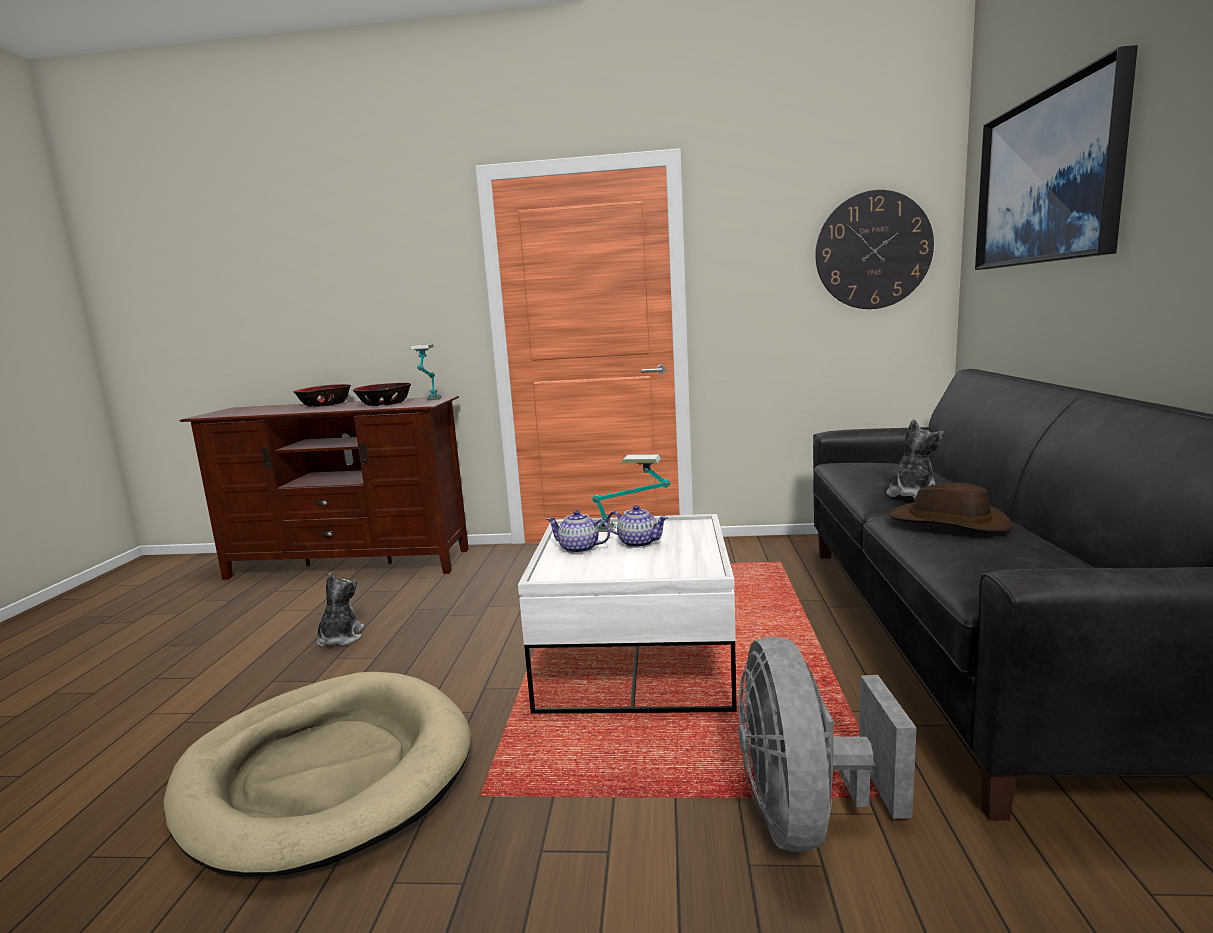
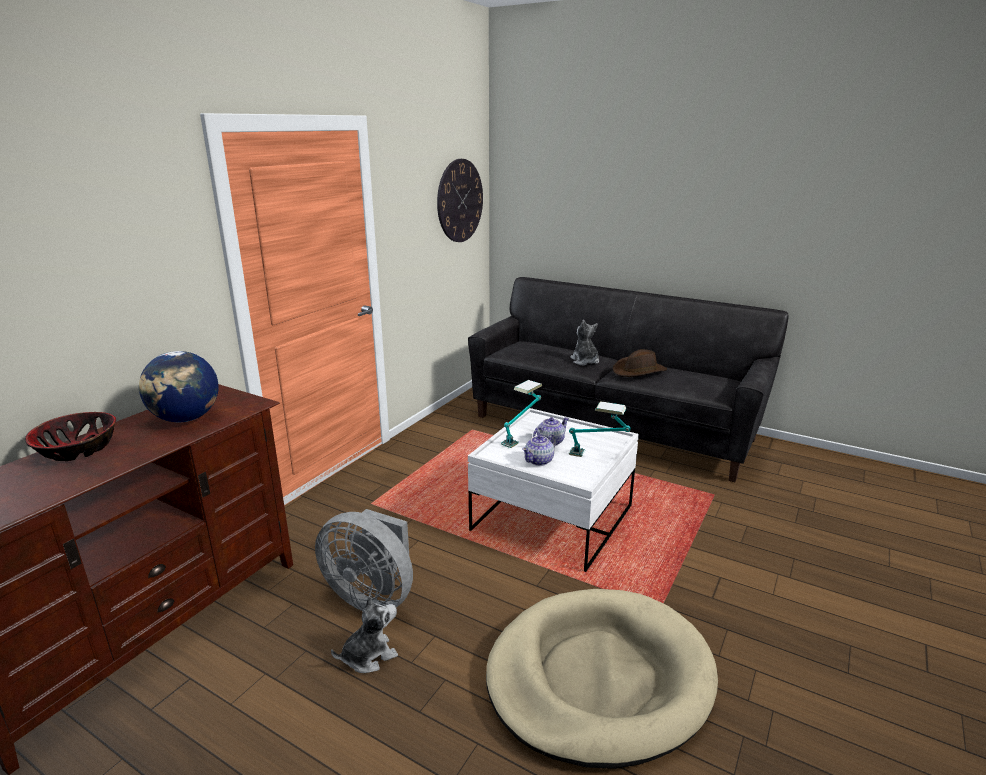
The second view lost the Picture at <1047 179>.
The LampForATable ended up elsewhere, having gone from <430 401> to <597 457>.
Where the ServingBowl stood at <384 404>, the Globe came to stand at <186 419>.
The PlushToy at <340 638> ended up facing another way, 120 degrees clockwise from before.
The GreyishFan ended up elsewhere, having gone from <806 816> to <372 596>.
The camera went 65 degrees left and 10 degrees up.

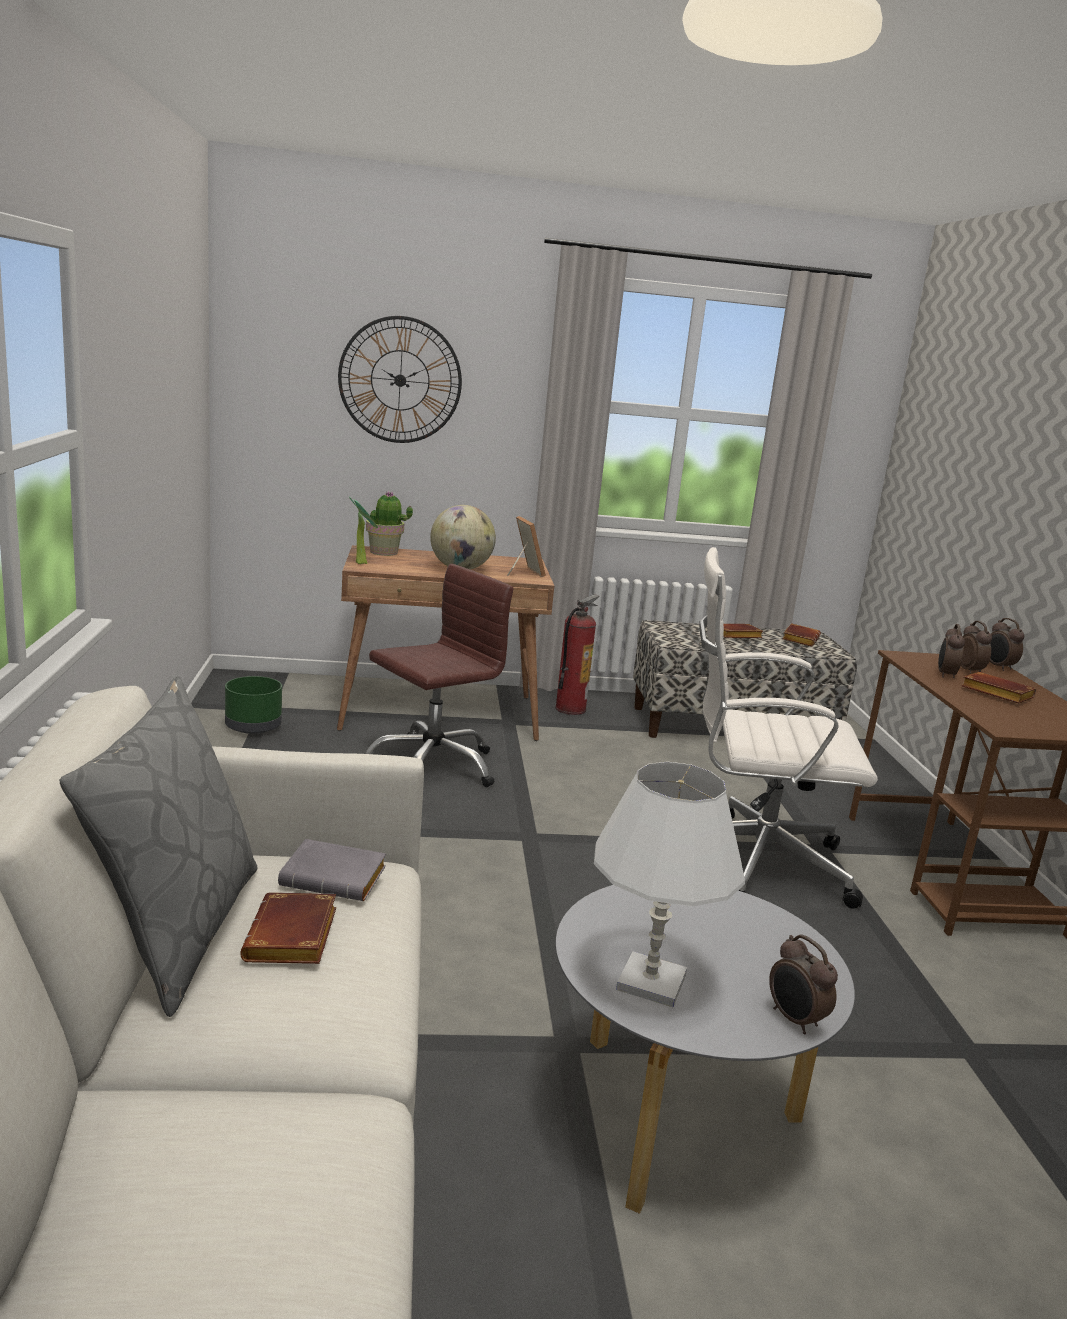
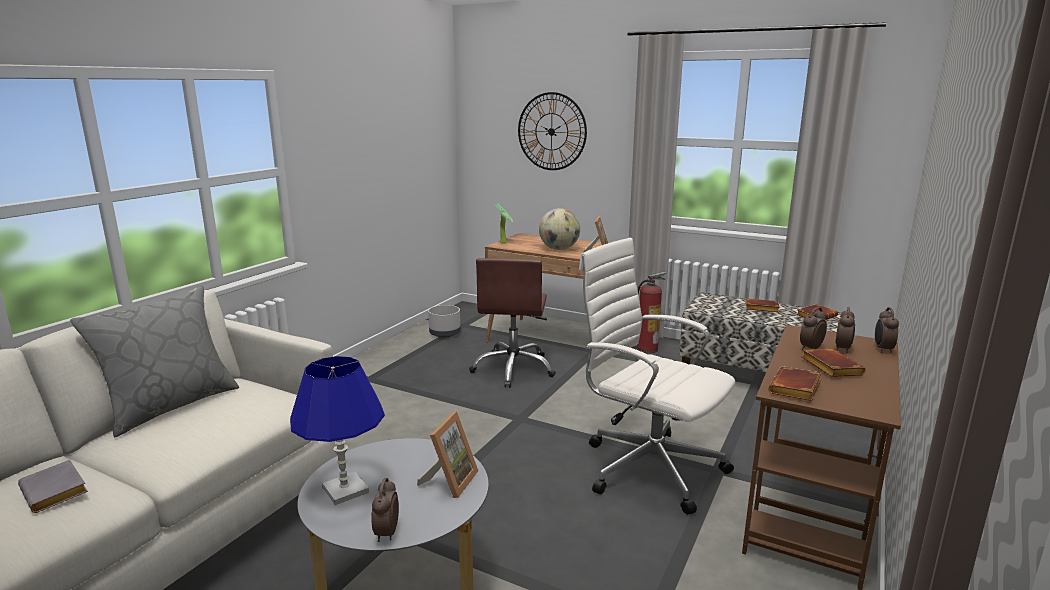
The second view lost the PottedPlant at <384 552>.
The BrownishComputerChair at <431 765> ended up facing another way, 105 degrees clockwise from before.
What was the GreenPlanter at <254 727> turned into the GreyishPlanter at <445 334>.
What was the WhitishLampForATable at <650 982> turned into the BlueColouredLampForATable at <345 490>.
The GreyishVolume ended up elsewhere, having gone from <336 878> to <57 492>.
The BrownishVolume ended up elsewhere, having gone from <293 939> to <796 389>.
The second view gained the PictureFrame at <450 481>.
The camera went 35 degrees right and 0 degrees up.

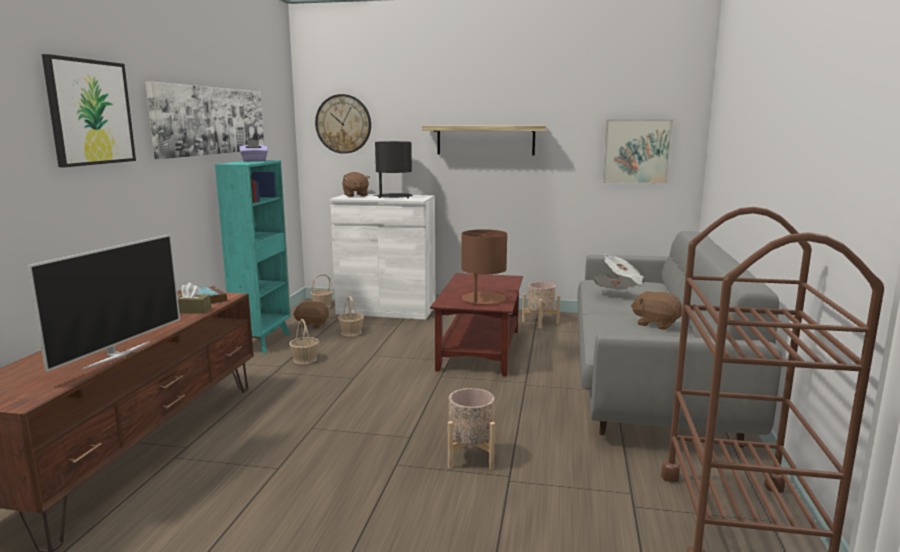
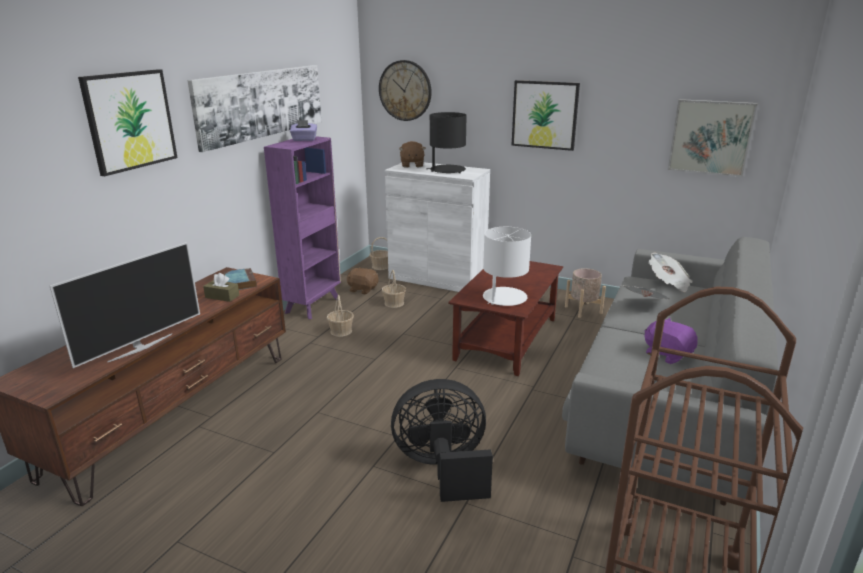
Where the WallShelf hung at <485 140>, the Picture came to hang at <544 115>.
What was the TurquoiseBookshelf at <263 341> turned into the PurplishBookshelf at <314 305>.
What was the BrownishLampForATable at <483 300> turned into the WhitishLampForATable at <504 298>.
What was the BrownishPlushToy at <656 324> turned into the PurplishPlushToy at <667 354>.
Where the BeigeColouredPlanter stood at <471 456>, the BlackishFan came to stand at <443 468>.
The camera went 15 degrees right and 10 degrees up.

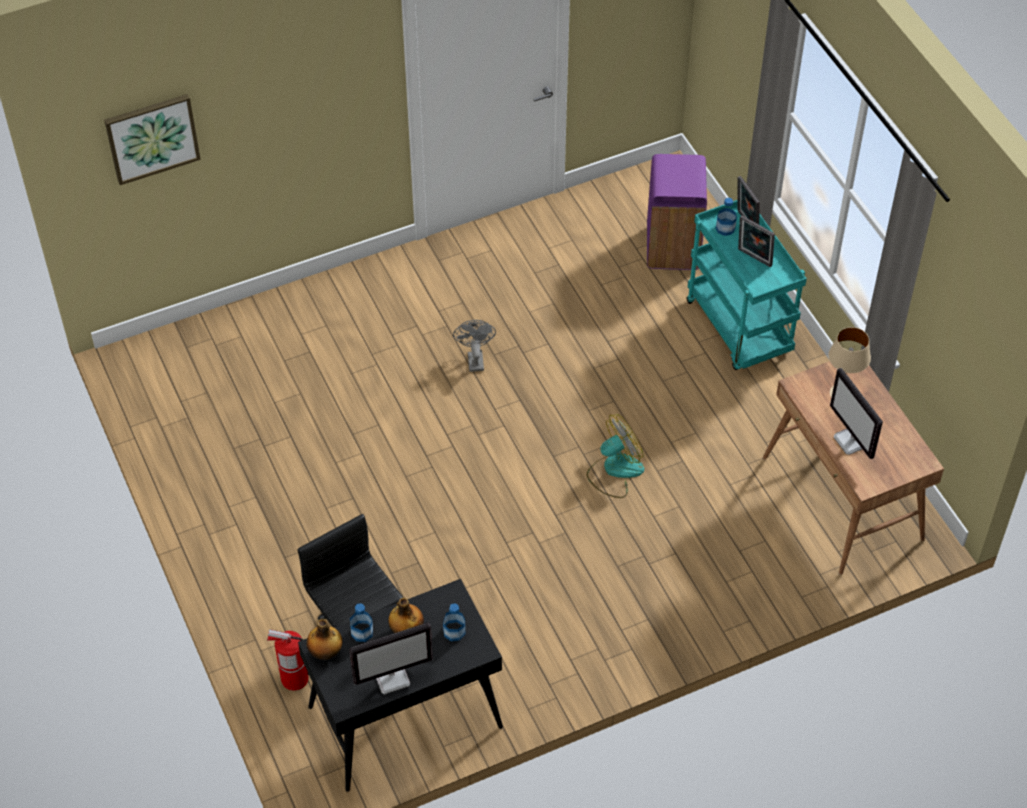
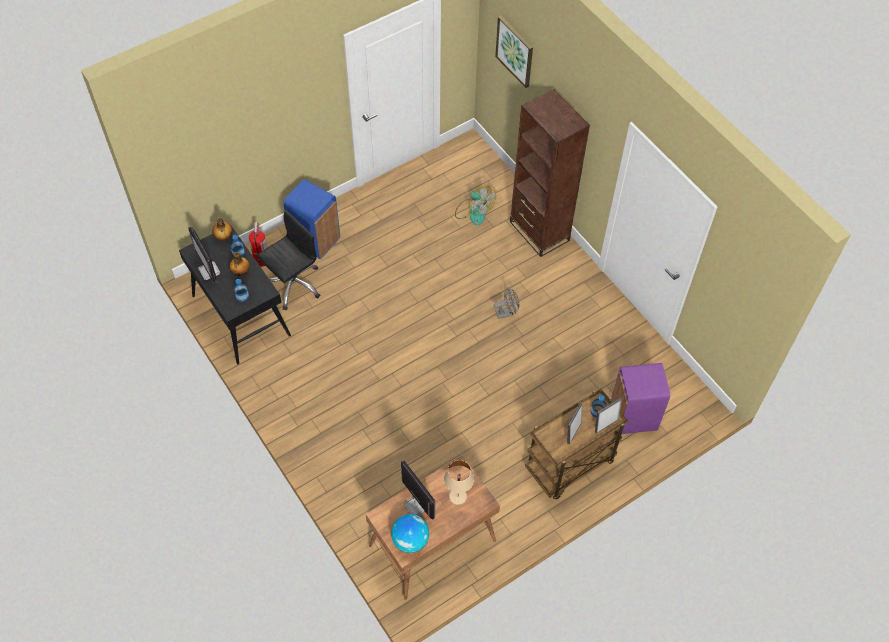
What was the TurquoiseCart at <740 328> turned into the BrownishCart at <569 467>.
The ComputerScreen at <852 441> ended up facing another way, 90 degrees clockwise from before.
The Fan ended up elsewhere, having gone from <614 470> to <473 211>.
The second view gained the BrownishBookshelf at <539 231>.
The second view gained the BlueColouredRubbishBin at <315 241>.
The second view gained the Globe at <410 540>.
The camera went 80 degrees right and 5 degrees up.

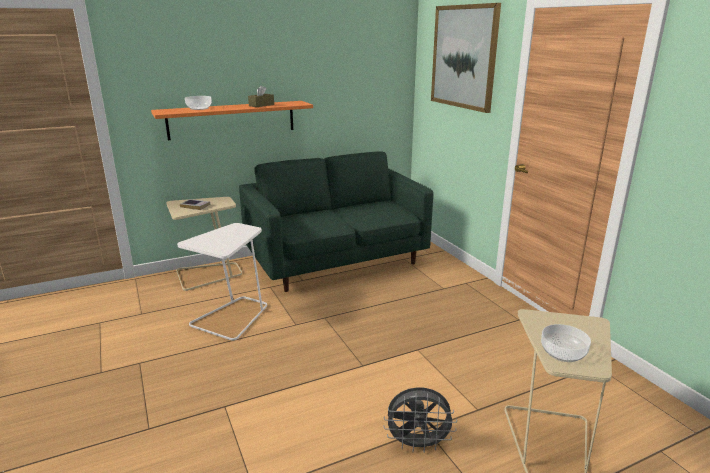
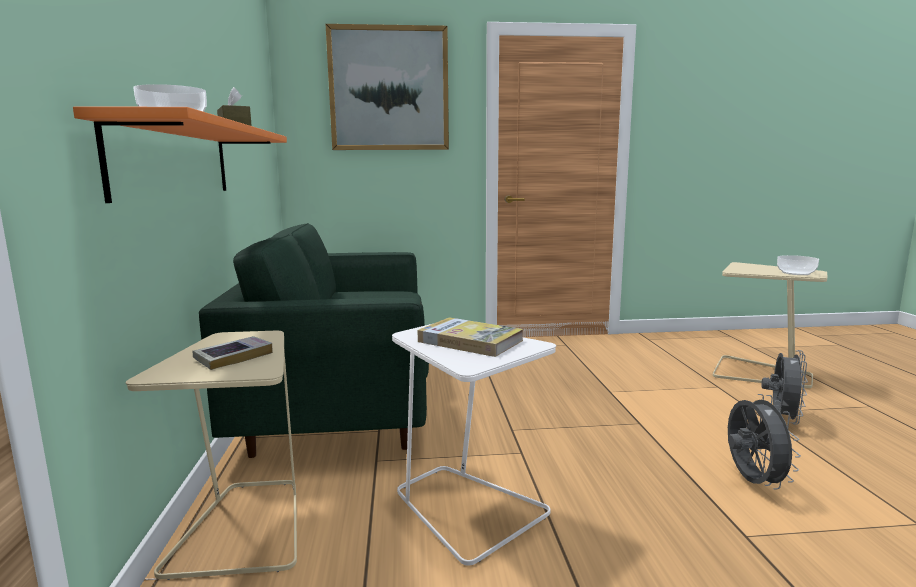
The second view gained the Volume at <470 341>.
The second view gained the GreyishFan at <751 482>.
The camera went 70 degrees left and 10 degrees down.

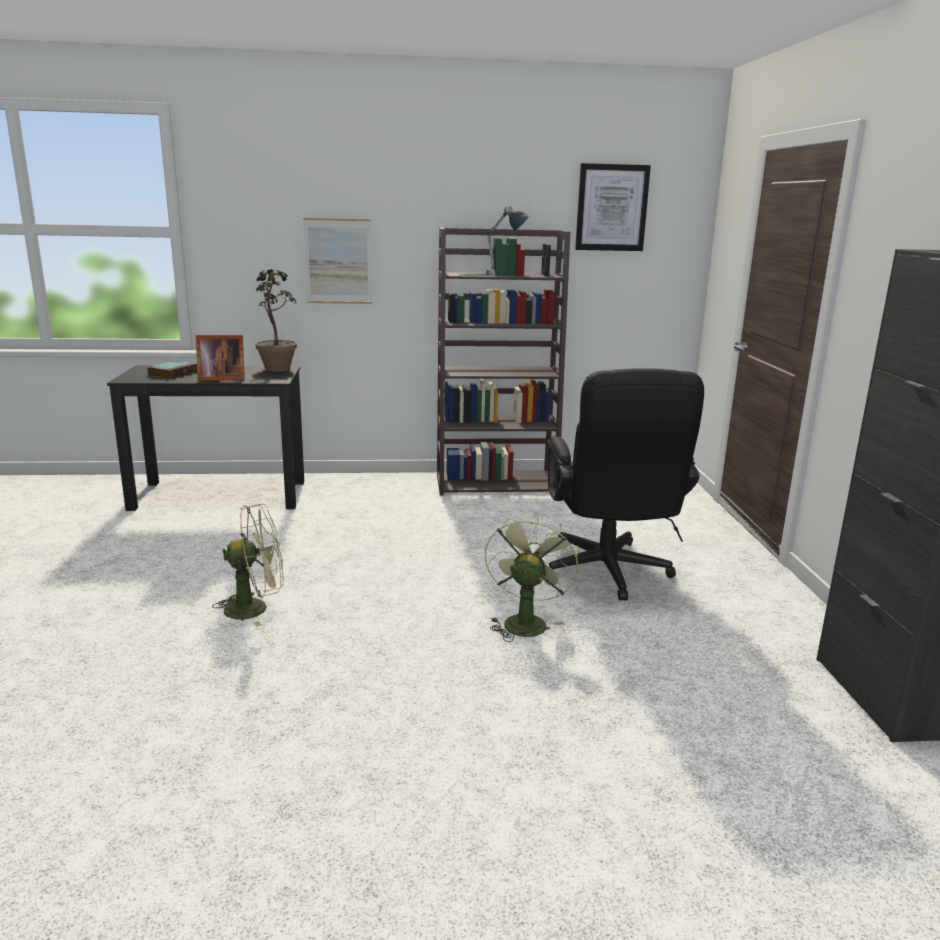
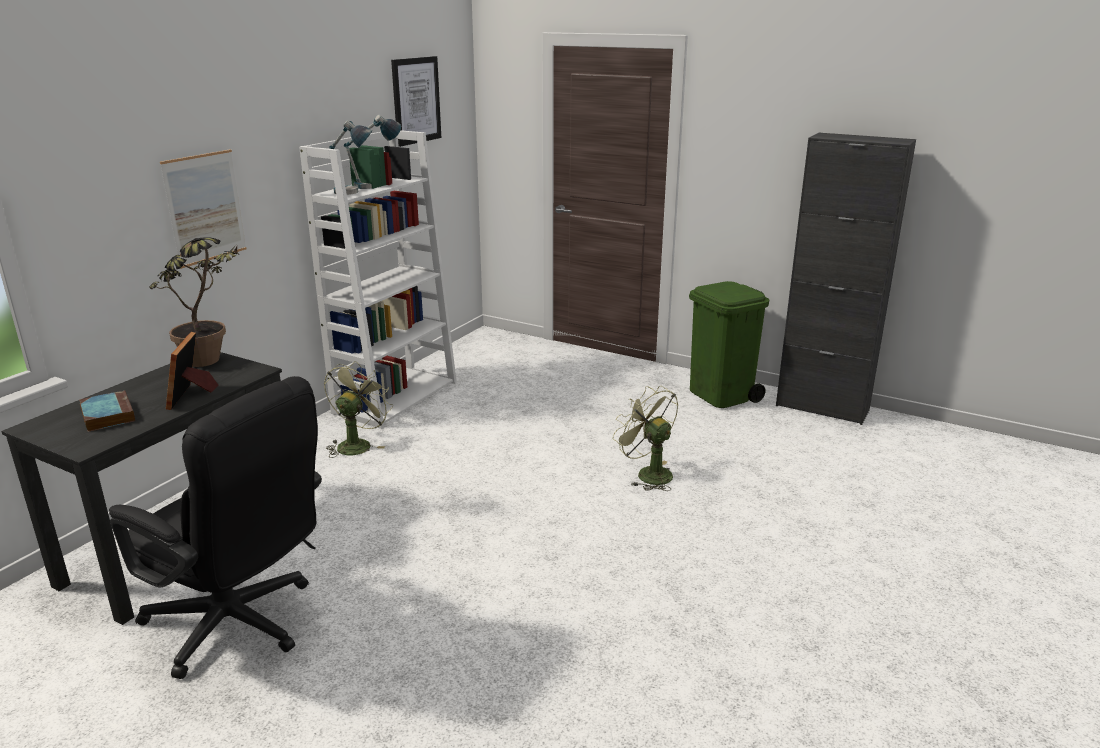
What was the BrownishBookshelf at <497 483> turned into the WhitishBookshelf at <396 396>.
The PictureFrame at <220 378> ended up facing another way, 150 degrees clockwise from before.
The BlackishComputerChair ended up elsewhere, having gone from <608 574> to <240 626>.
The GreenFan ended up elsewhere, having gone from <256 608> to <357 444>.
The second view gained the LampForATable at <354 193>.
The second view gained the GreenRubbishBin at <721 395>.
The camera went 55 degrees left and 5 degrees up.

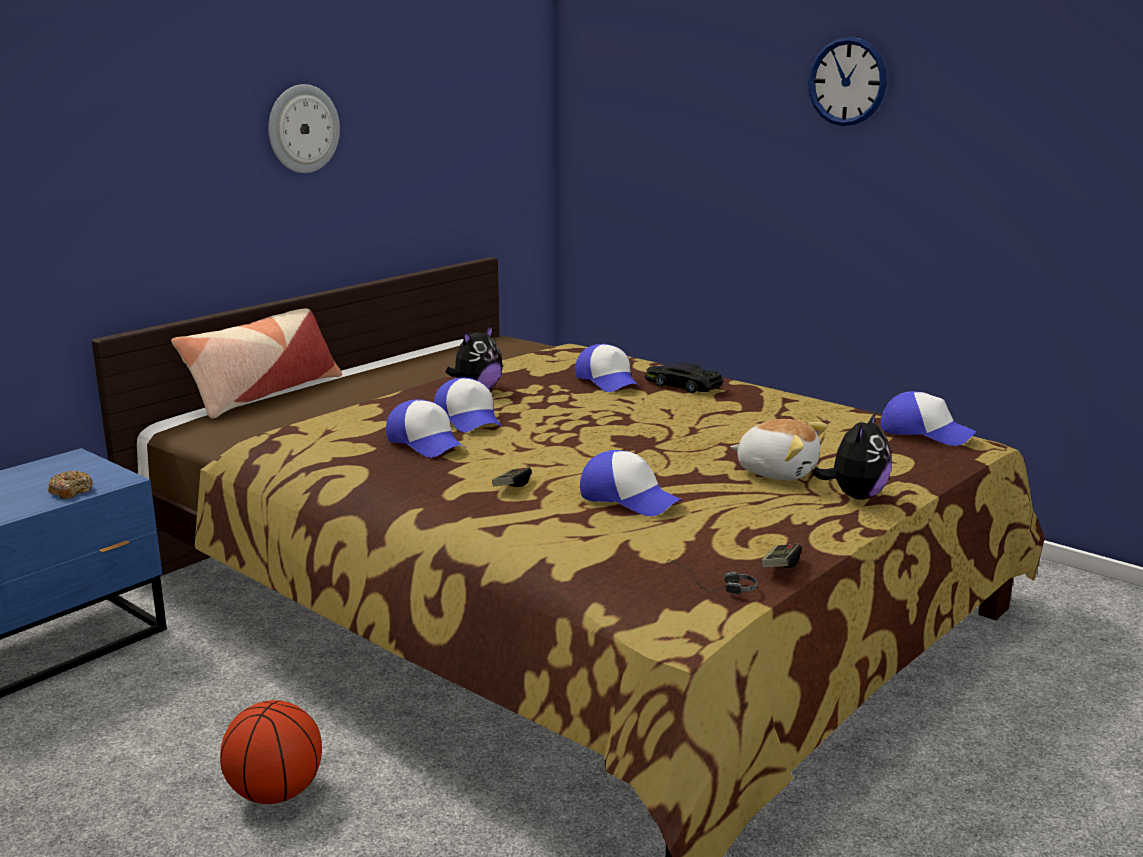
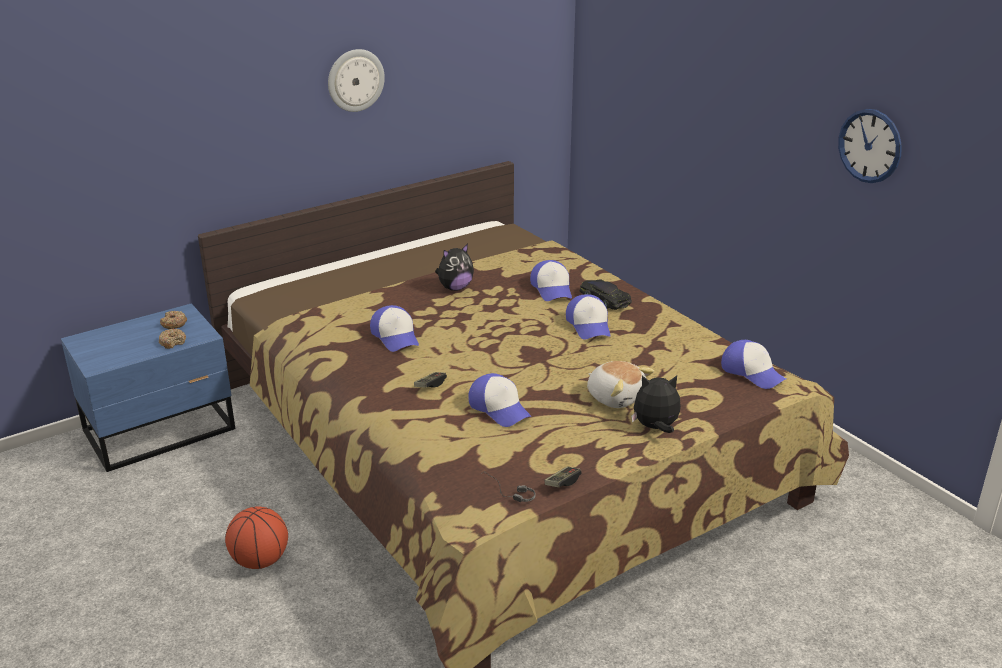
The ClockOnTheWall ended up elsewhere, having gone from <847 81> to <870 146>.
The second view lost the ThrowPillow at <264 394>.
The Cap ended up elsewhere, having gone from <469 419> to <589 325>.
The PlushToy at <855 496> ended up facing another way, 135 degrees counterclockwise from before.
The second view gained the RingDoughnut at <174 324>.
The camera went 15 degrees right and 10 degrees up.

